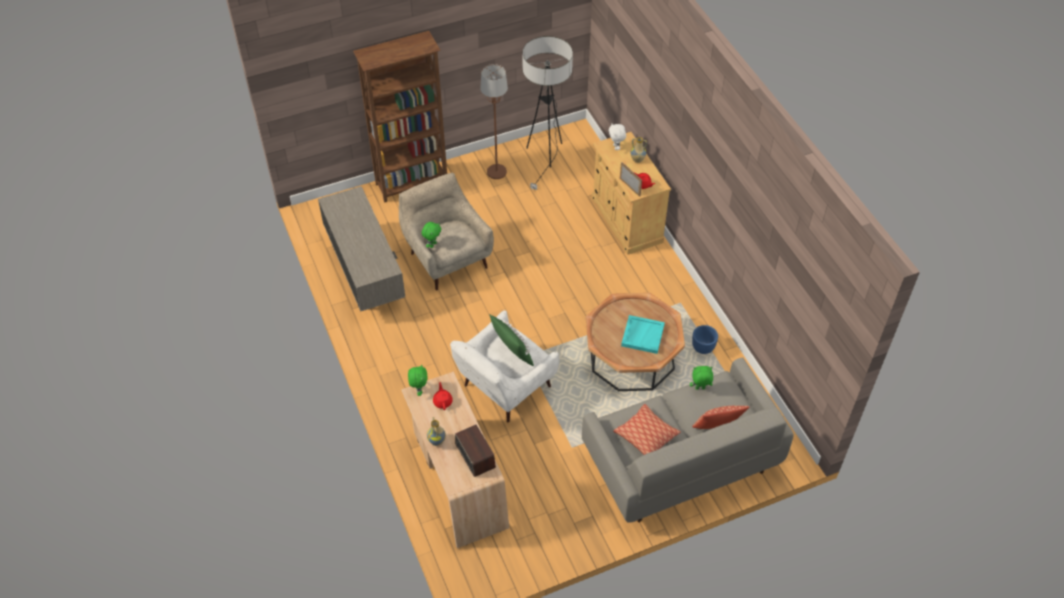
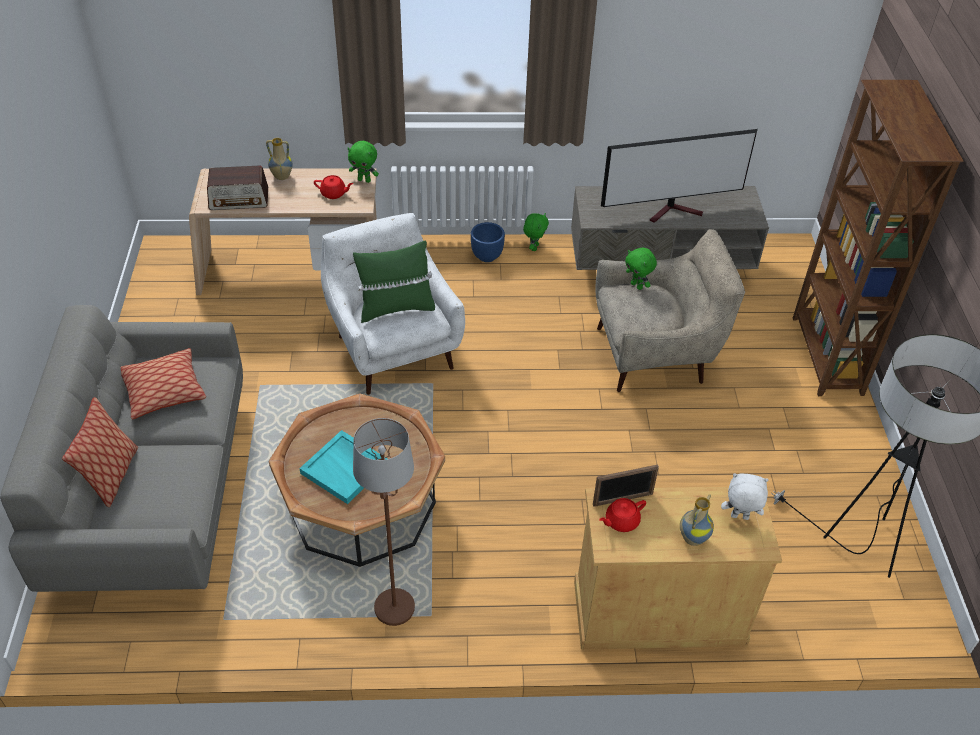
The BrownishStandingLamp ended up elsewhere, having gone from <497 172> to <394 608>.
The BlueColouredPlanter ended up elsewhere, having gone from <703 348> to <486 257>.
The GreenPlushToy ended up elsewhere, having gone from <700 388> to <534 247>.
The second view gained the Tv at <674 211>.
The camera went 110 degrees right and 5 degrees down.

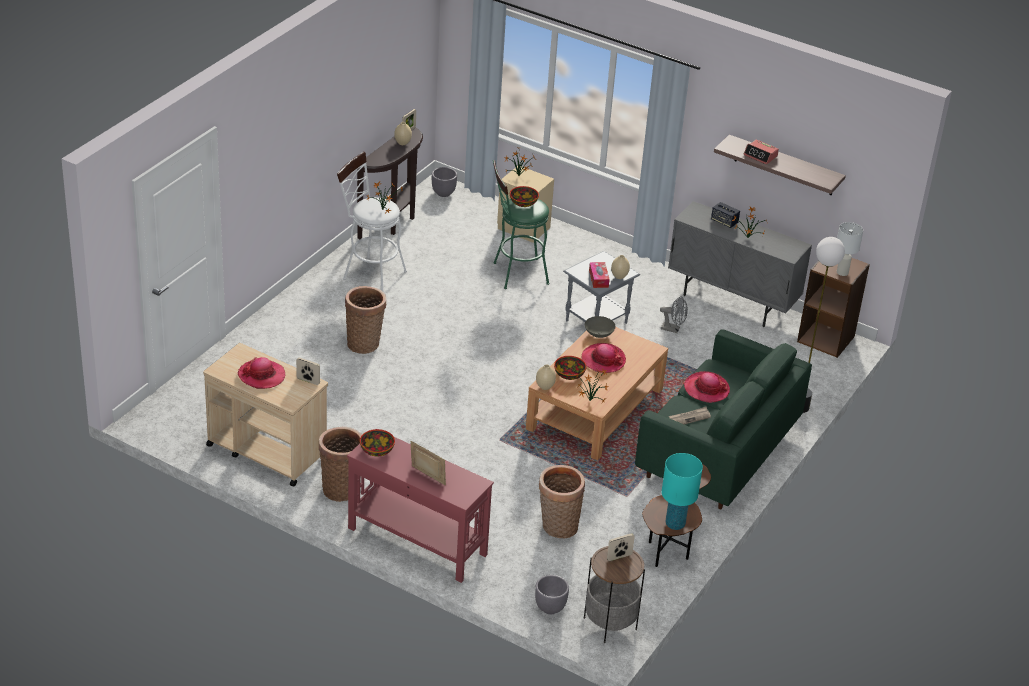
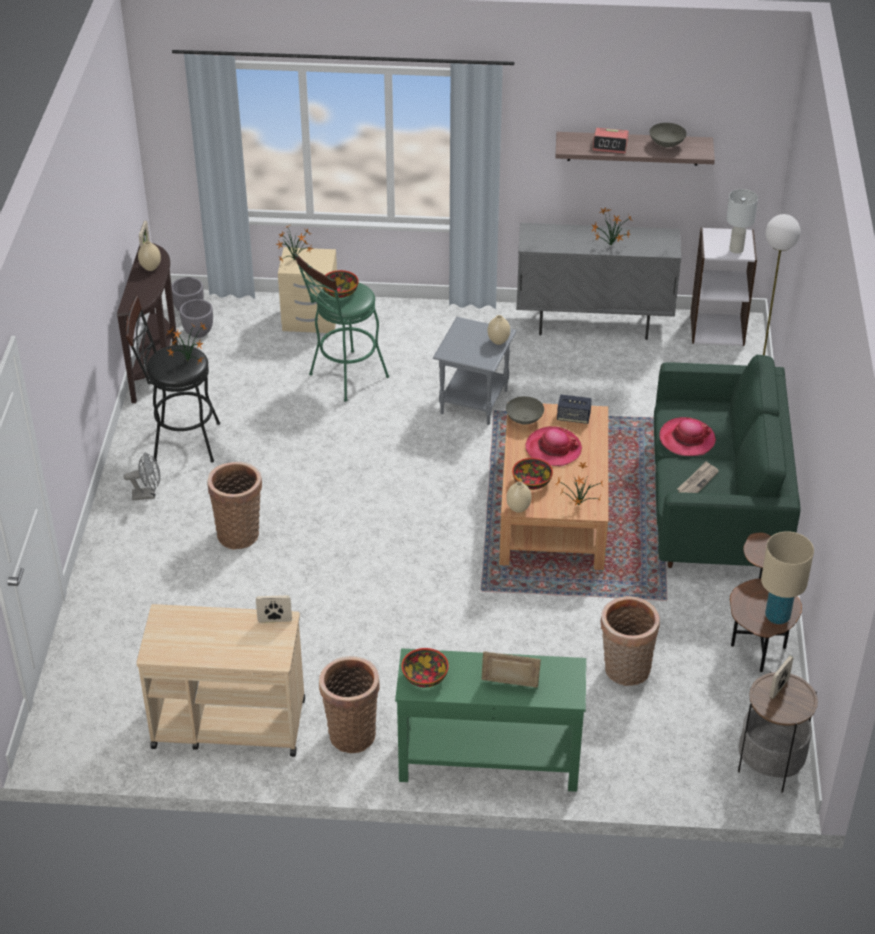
What was the WhitishStool at <370 273> turned into the BlackishStool at <179 442>.
The Speaker ended up elsewhere, having gone from <724 222> to <573 417>.
What was the BrownishBookshelf at <826 338> turned into the WhitishBookshelf at <717 328>.
The second view lost the BoxOfTissues at <598 279>.
The GreyishFan ended up elsewhere, having gone from <673 329> to <148 494>.
The second view lost the WearableHat at <261 376>.
What was the ReddishHallTable at <417 541> turned into the GreenHallTable at <488 761>.
What was the TurquoiseLampForATable at <675 524> turned into the BeigeColouredLampForATable at <777 616>.
The GreyishPlanter ended up elsewhere, having gone from <550 608> to <198 333>.
The second view gained the GreyishServingBowl at <667 144>.
The camera went 25 degrees left and 5 degrees up.

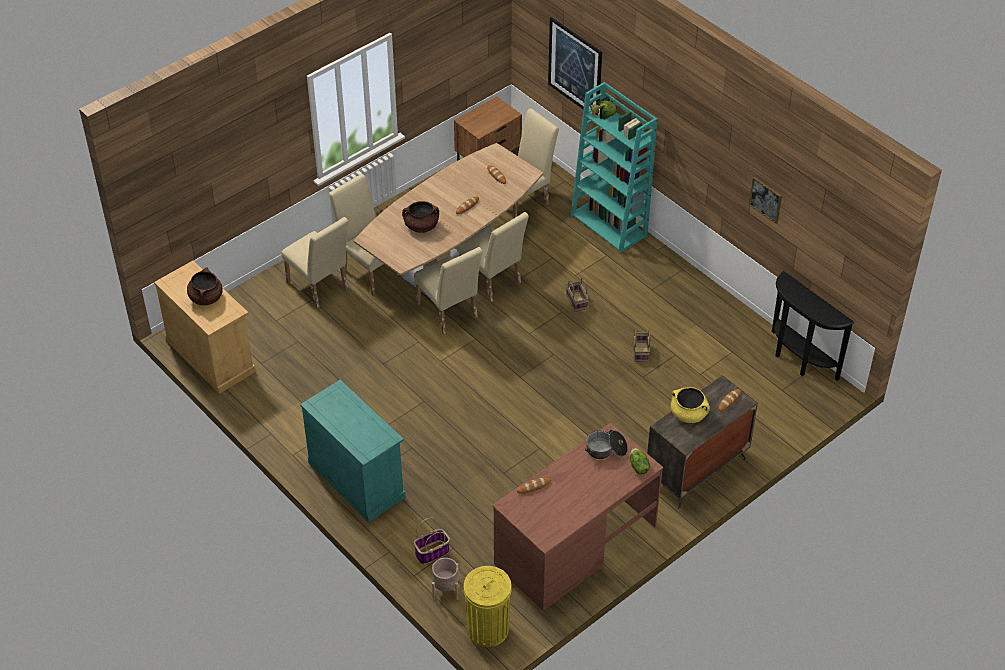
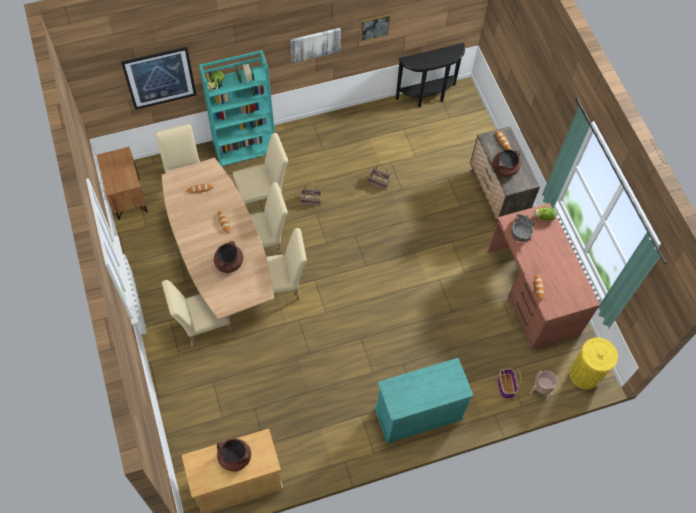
The BeigeColouredChair ended up elsewhere, having gone from <320 288> to <263 198>.
What was the YellowStockpot at <689 414> turned into the BrownishStockpot at <504 168>.
The second view gained the Picture at <315 44>.
The camera went 70 degrees left and 15 degrees up.

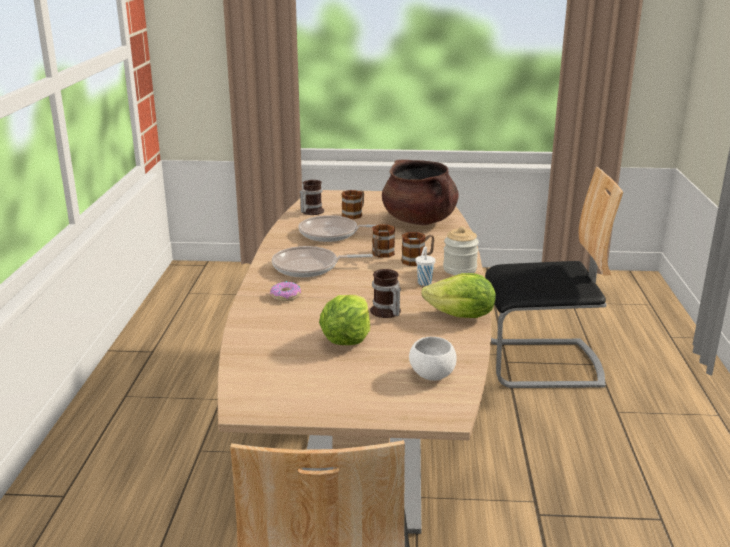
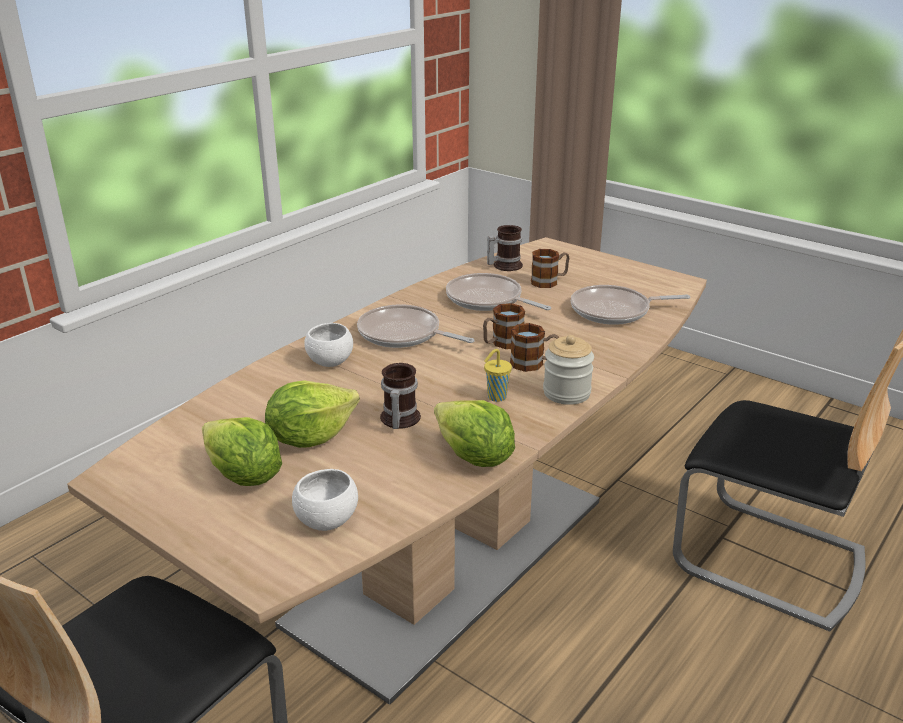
Where the BrownishStockpot stood at <419 221>, the FryingPan came to stand at <615 311>.
What was the WhitishCup at <424 283> turned into the YellowCup at <495 397>.
Where the RingDoughnut stood at <286 296>, the WhitishServingBowl came to stand at <330 362>.
The second view gained the LettuceHead at <243 477>.
The camera went 35 degrees right and 5 degrees up.

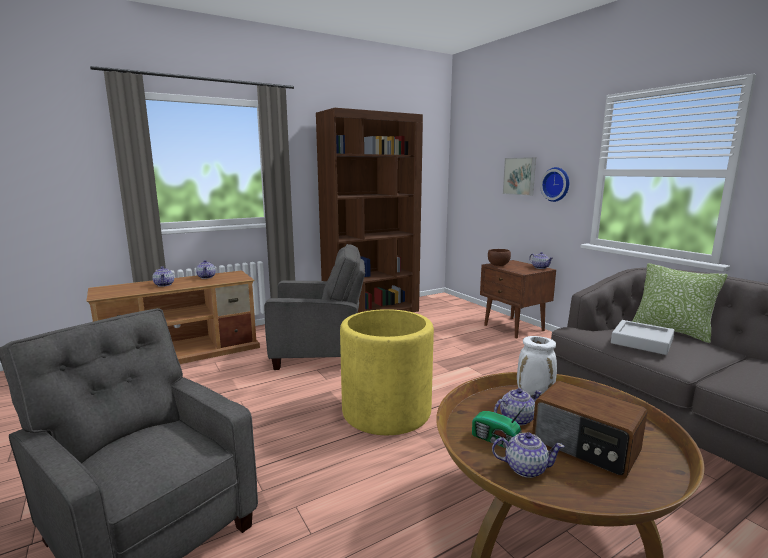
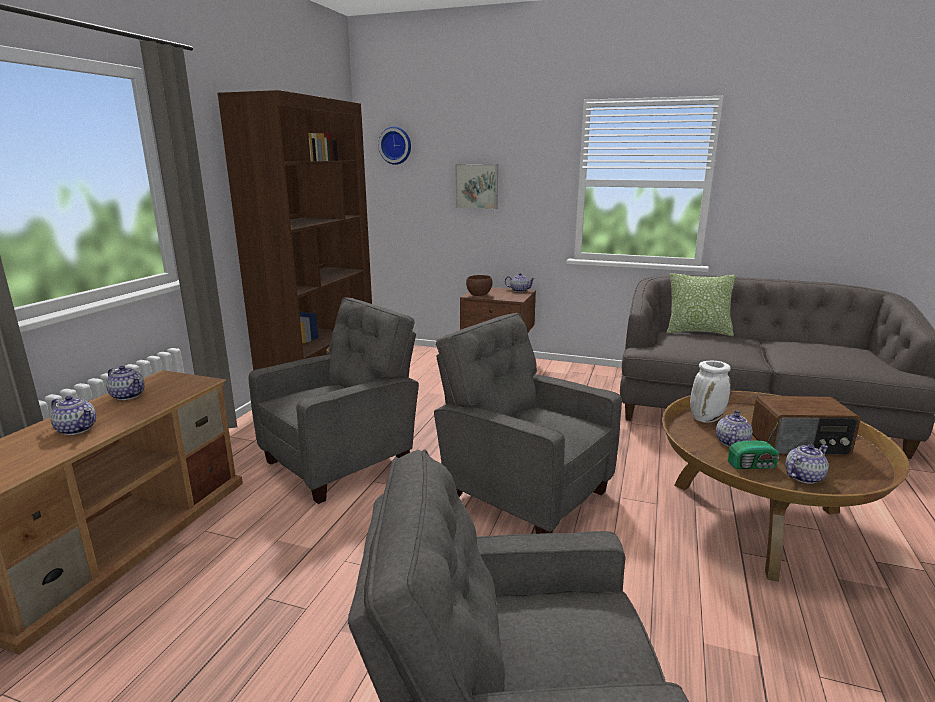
The ClockOnTheWall ended up elsewhere, having gone from <556 184> to <396 145>.
Where the YellowPlanter stood at <386 411>, the GreyishArmchair came to stand at <522 493>.
The second view lost the GreyishTray at <641 341>.
The camera went 40 degrees left and 5 degrees up.

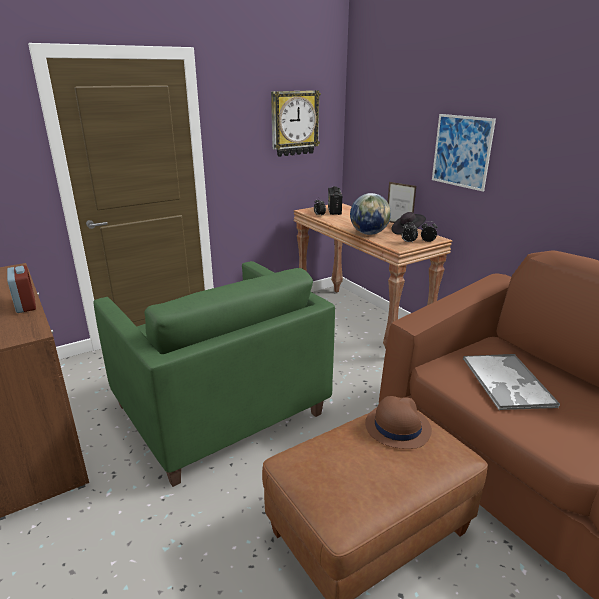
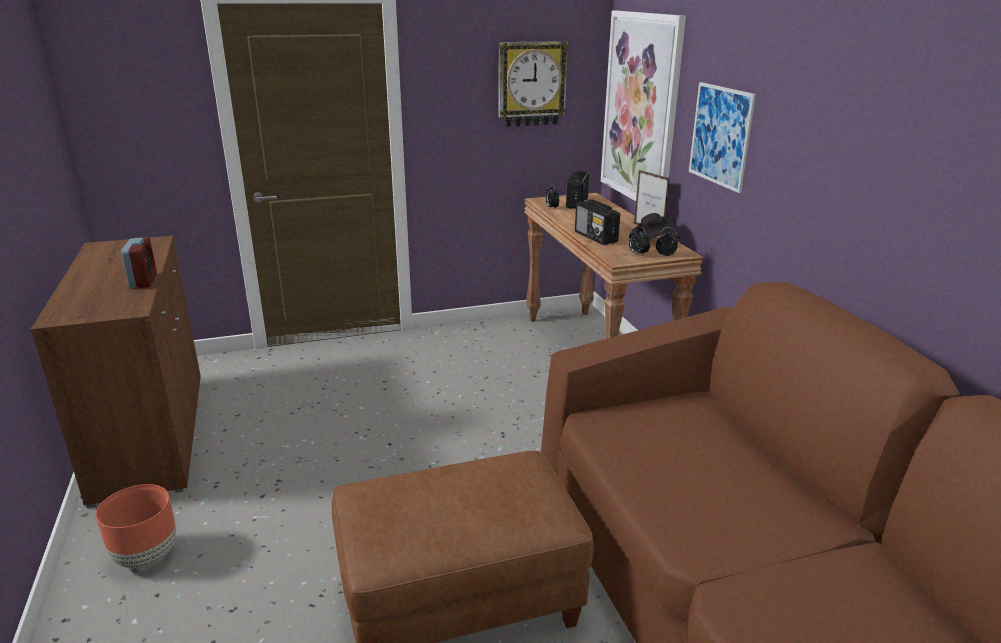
Where the Globe stood at <369 233>, the RadioSet came to stand at <596 237>.
The second view lost the GreenArmchair at <220 408>.
The second view lost the Tray at <507 382>.
The second view lost the BrownishWearableHat at <397 427>.
The second view gained the Picture at <641 109>.
The second view gained the BrownishPlanter at <146 556>.
The camera went 15 degrees right and 0 degrees up.

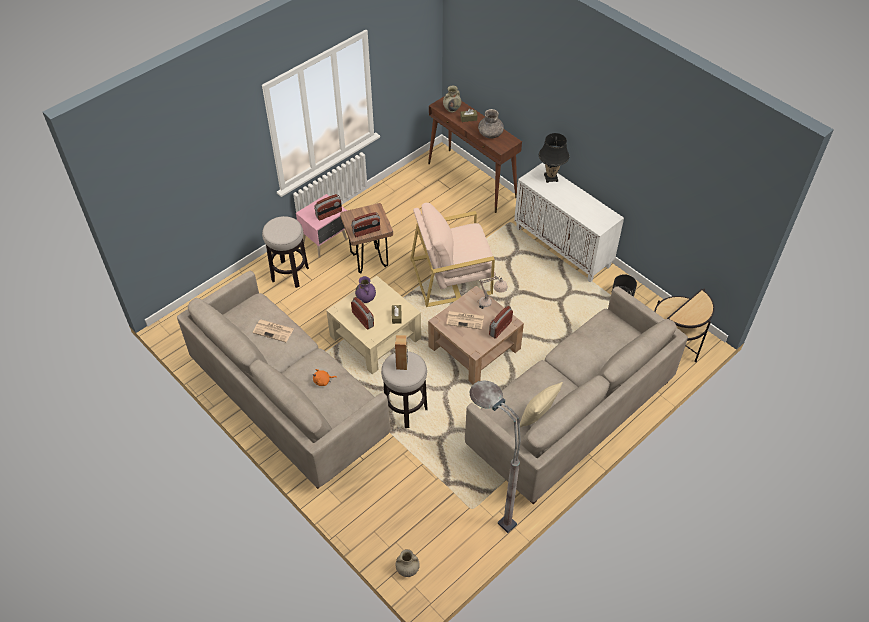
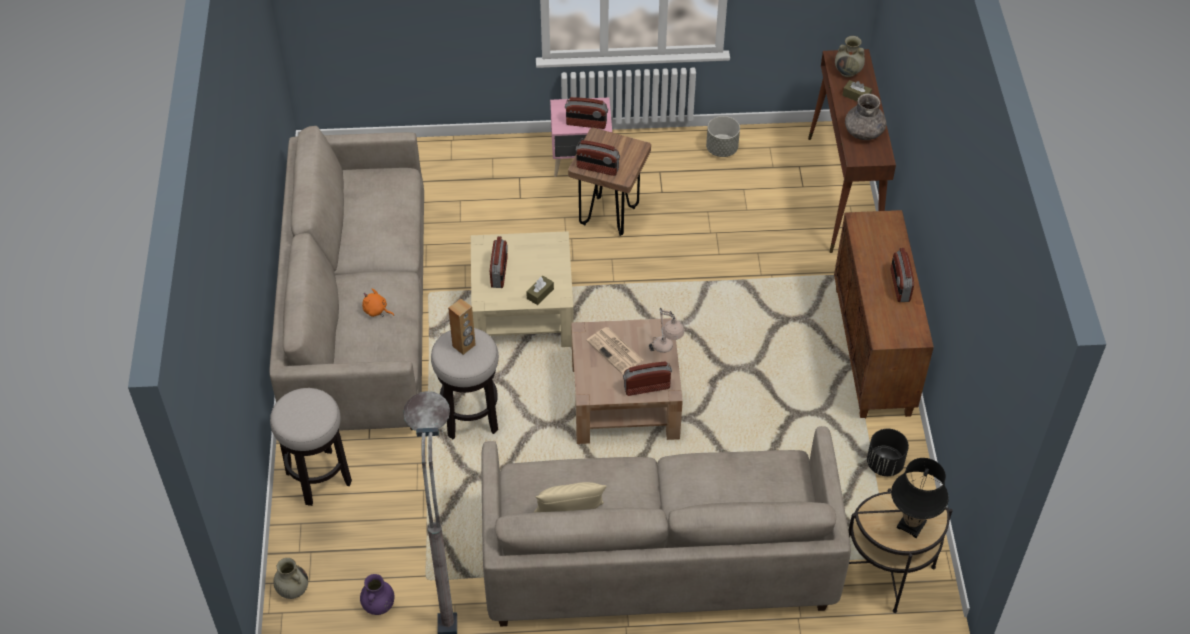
The BlackishLampForATable ended up elsewhere, having gone from <551 178> to <911 524>.
What was the WhitishCabinet at <563 247> turned into the BrownishCabinet at <873 351>.
The second view lost the BeigeColouredArmchair at <452 276>.
The Stool ended up elsewhere, having gone from <290 274> to <318 477>.
The PurplishFlowerVase ended up elsewhere, having gone from <366 299> to <378 606>.
The second view lost the Newspaper at <274 331>.
The second view gained the GreyishPlanter at <722 149>.
The second view gained the RadioSet at <899 286>.
The camera went 40 degrees right and 0 degrees up.

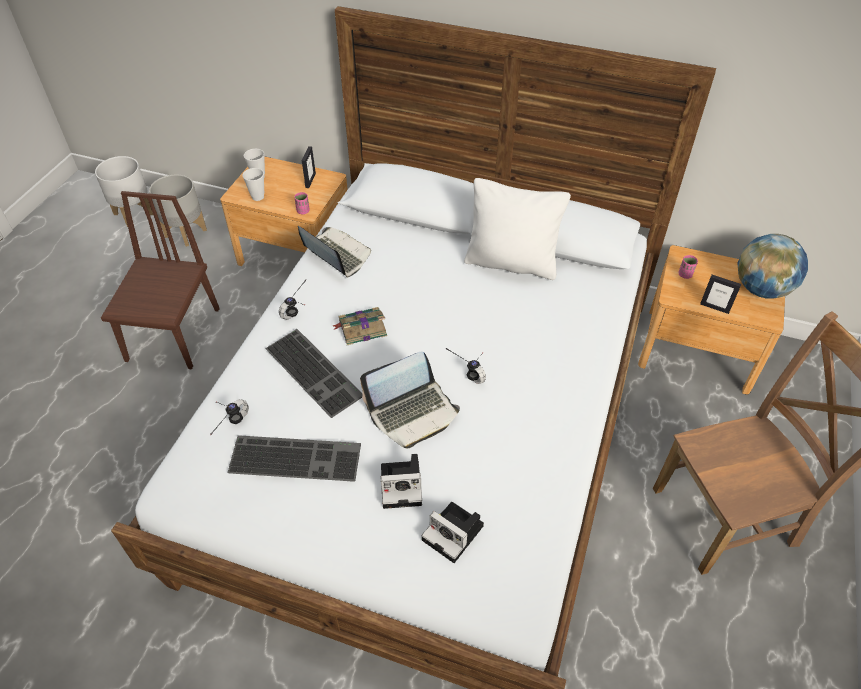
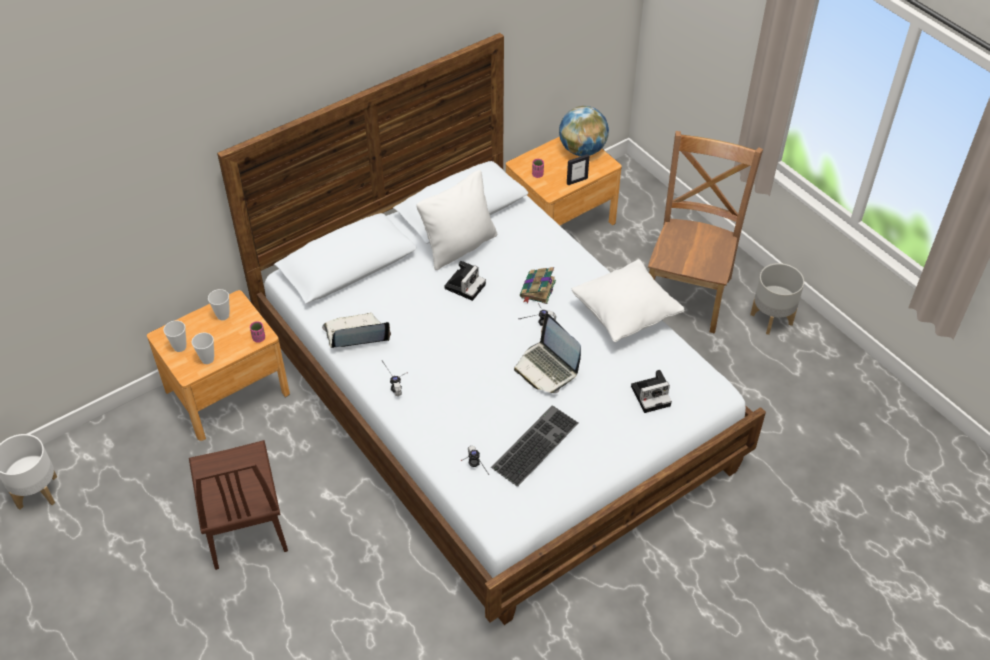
Where the PictureFrame stood at <310 180>, the Cup came to stand at <223 315>.
The GreyishPlanter ended up elsewhere, having gone from <185 233> to <771 319>.
The BrownishChair at <173 334> ended up facing another way, 150 degrees counterclockwise from before.
The Volume ended up elsewhere, having gone from <361 328> to <537 290>.
The second view lost the Keyboard at <316 371>.
The NotebookComputer at <413 413> ended up facing another way, 135 degrees clockwise from before.
The PhotoCamera ended up elsewhere, having gone from <403 485> to <465 285>.
The second view gained the WhitishThrowPillow at <625 315>.
The camera went 55 degrees left and 0 degrees up.

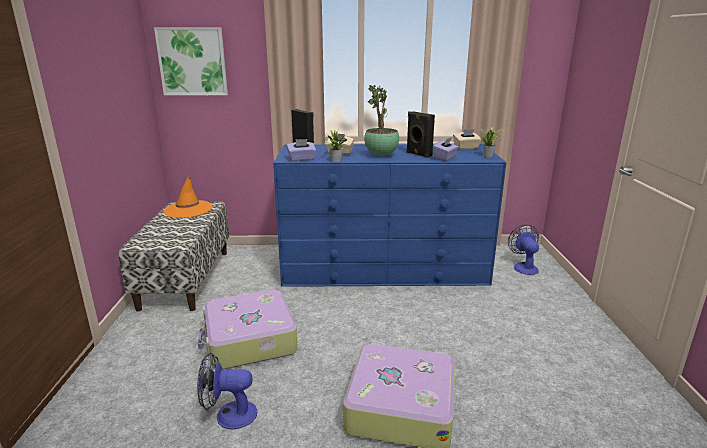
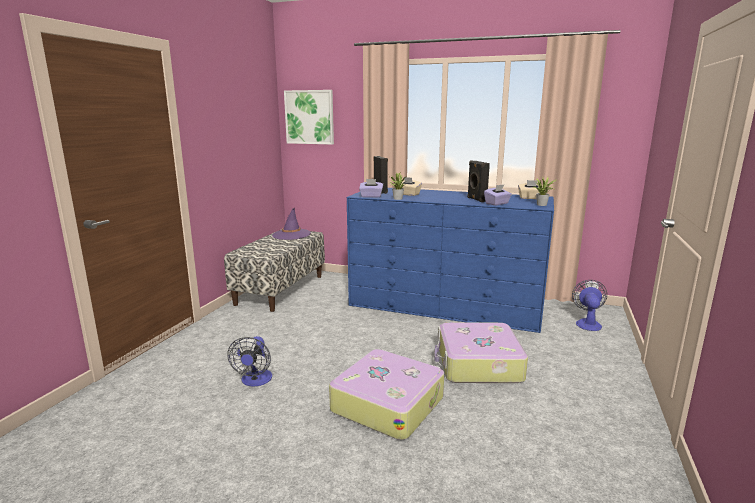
The second view lost the PottedPlant at <381 156>.
What was the OrangeyWearableHat at <188 209> turned into the PurplishWearableHat at <291 234>.
The Suitcase ended up elsewhere, having gone from <249 340> to <477 364>.
The Fan at <229 415> ended up facing another way, 105 degrees counterclockwise from before.
The camera went 20 degrees right and 5 degrees down.

